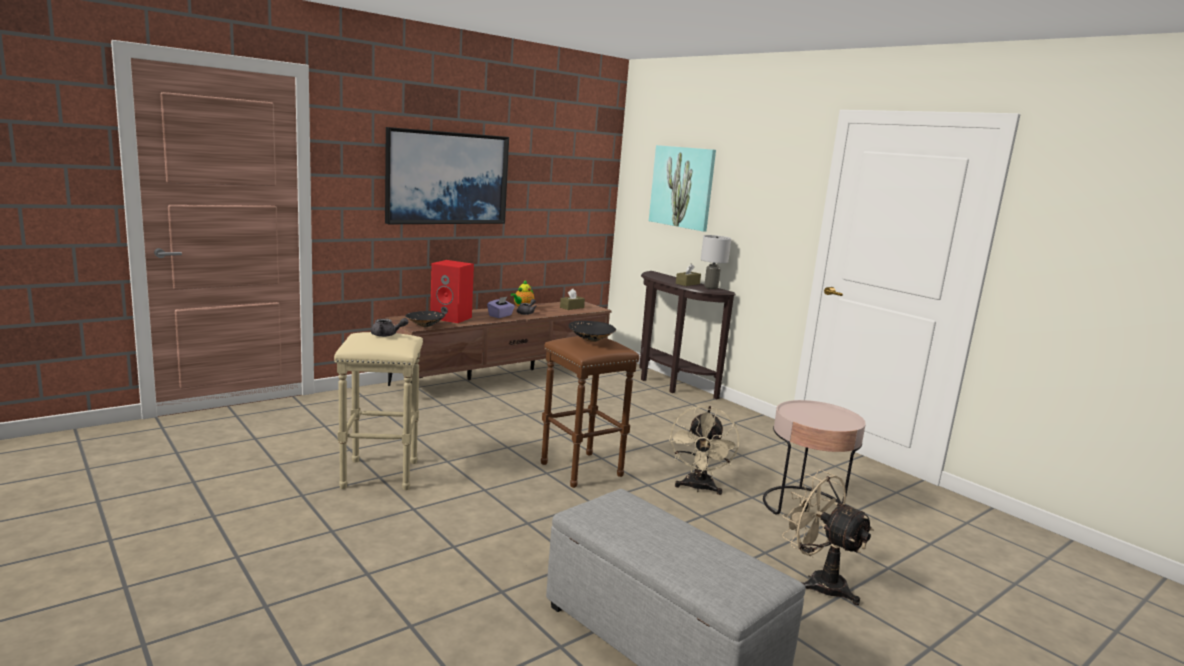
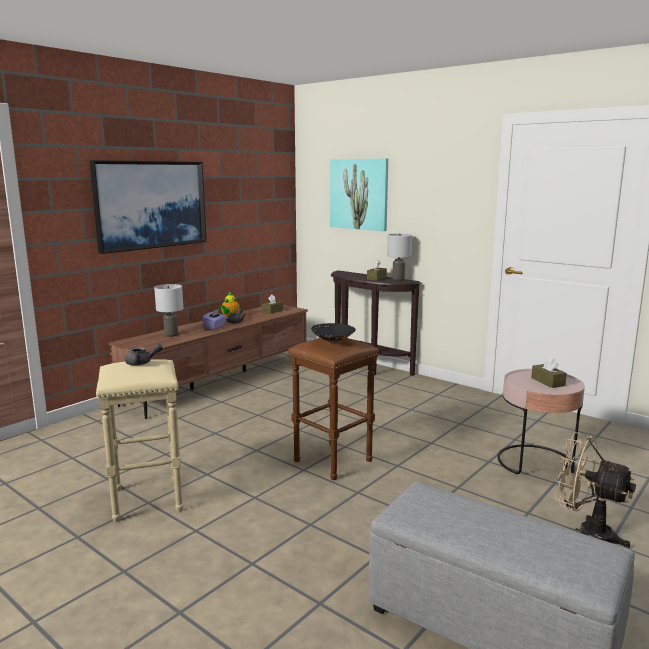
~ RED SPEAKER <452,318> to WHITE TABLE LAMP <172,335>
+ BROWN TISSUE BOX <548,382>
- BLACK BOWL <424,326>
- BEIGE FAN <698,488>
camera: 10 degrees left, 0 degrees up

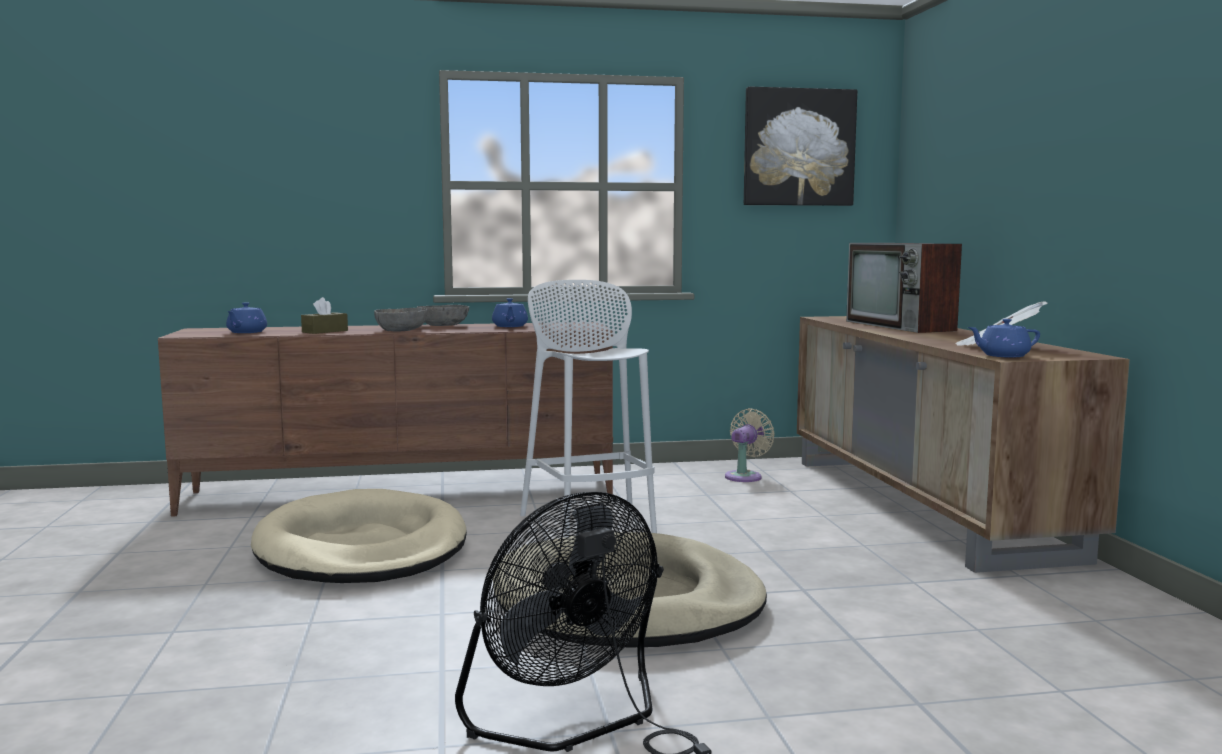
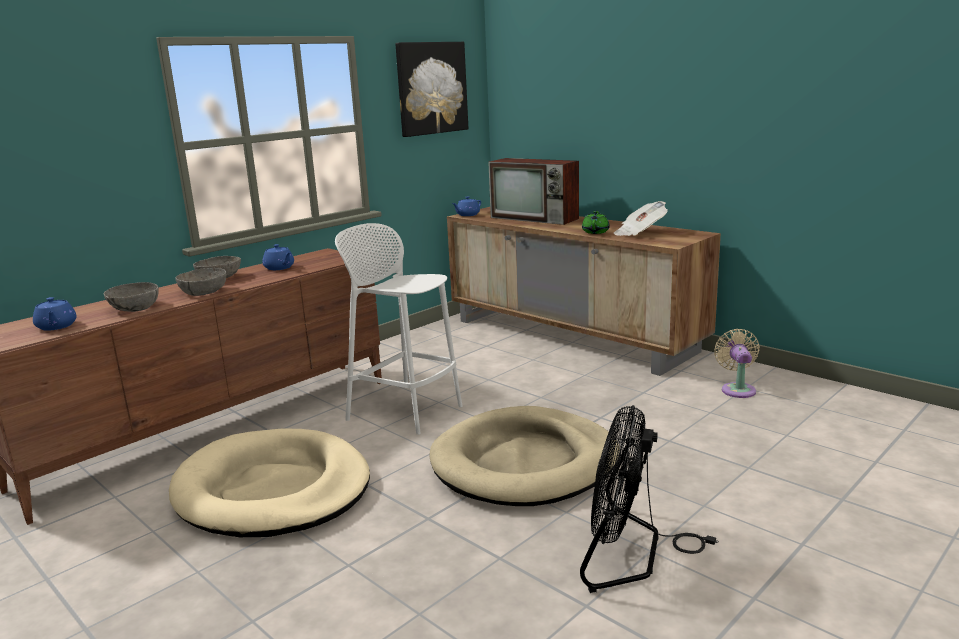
~ BROWN TISSUE BOX <325,331> to GREY BOWL <135,308>
~ BLUE TEAPOT <1003,356> to <467,215>
+ GREEN TEAPOT <595,232>
~ BEIGE FAN <745,476> to <737,389>
camera: 35 degrees left, 10 degrees up

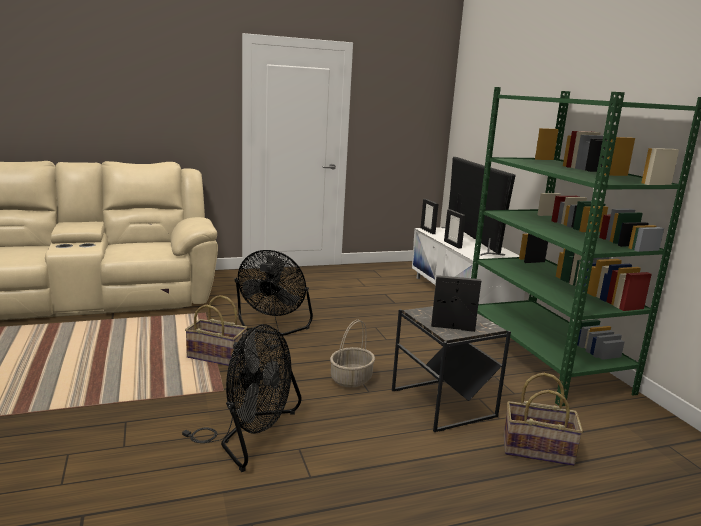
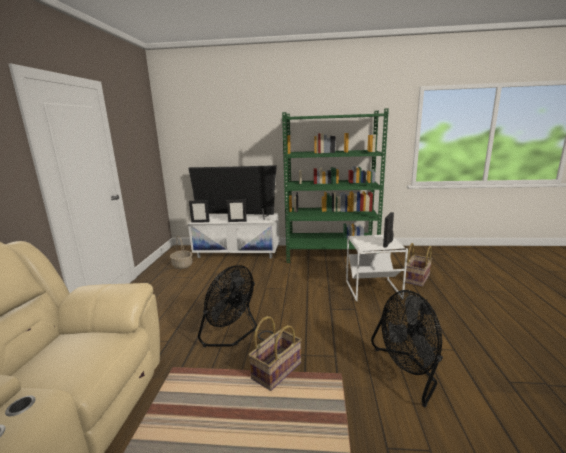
~ BASKET <351,379> to <182,265>
~ BLACK SIDE TABLE <443,404> to WHITE SIDE TABLE <373,290>
~ BLACK FAN <248,436> = <410,369> 150 degrees counterclockwise
camera: 65 degrees left, 0 degrees up

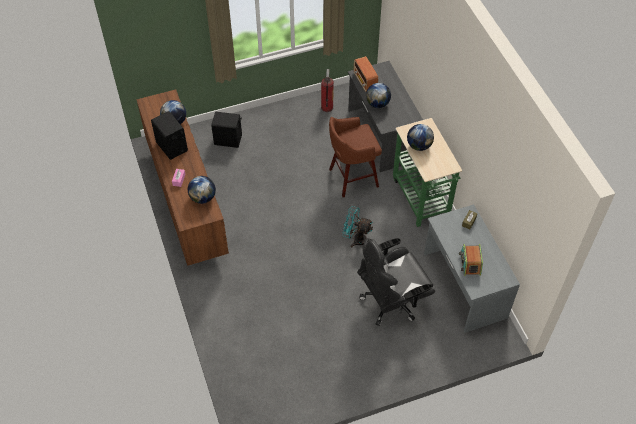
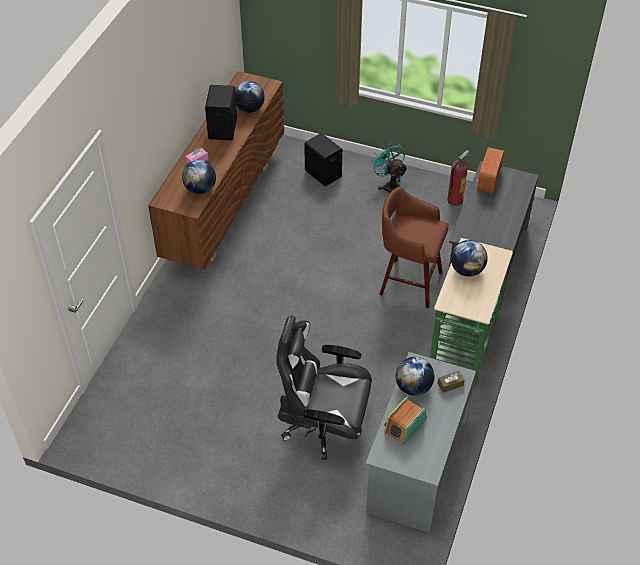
~ TURQUOISE FAN <356,239> to <390,186>
~ GLOBE <377,103> to <413,387>
camera: 40 degrees right, 5 degrees down

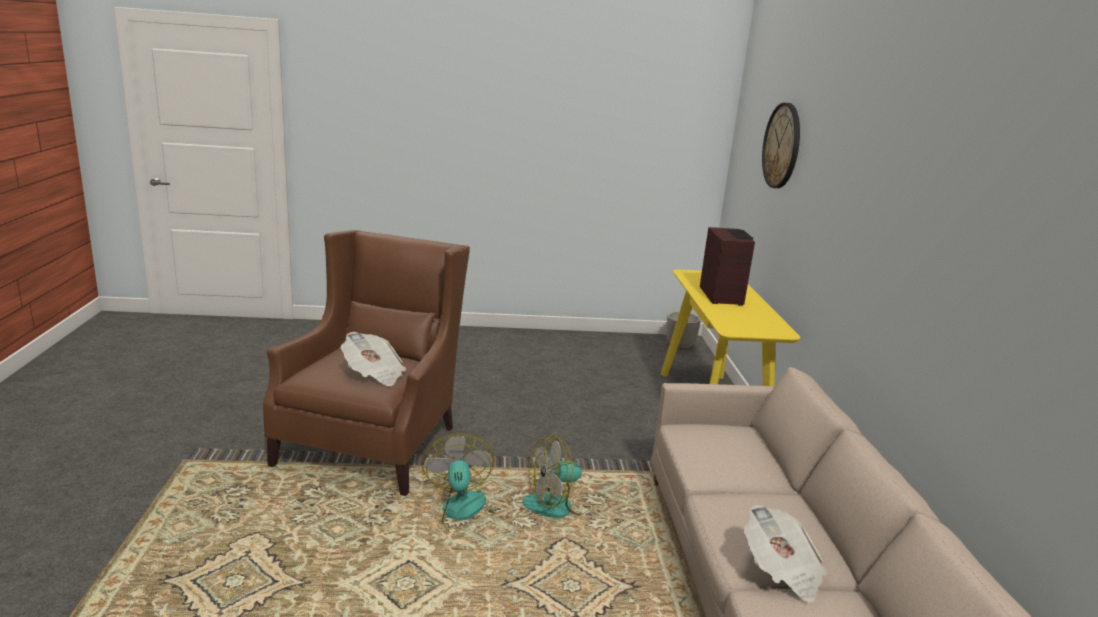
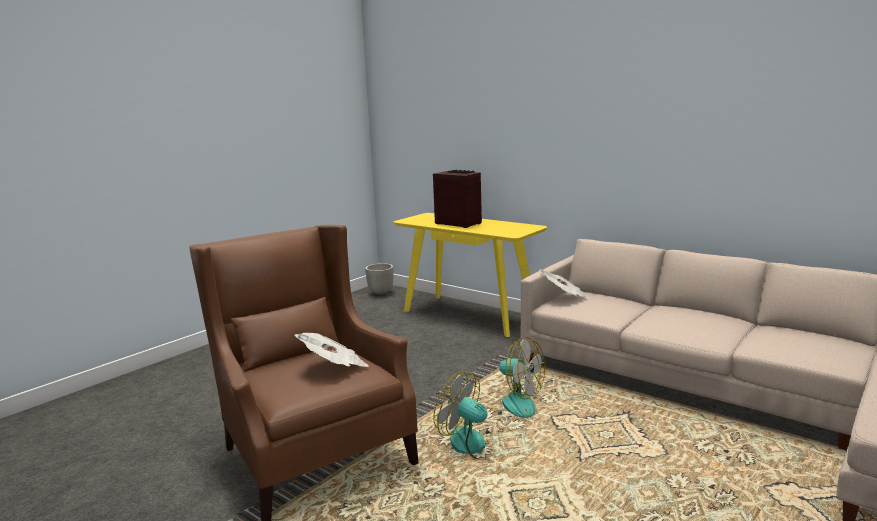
~ FAN <558,505> = <510,405> 75 degrees counterclockwise
~ NEWSPAPER <781,571> to <564,296>
- WALL CLOCK <782,146>
camera: 45 degrees left, 5 degrees down

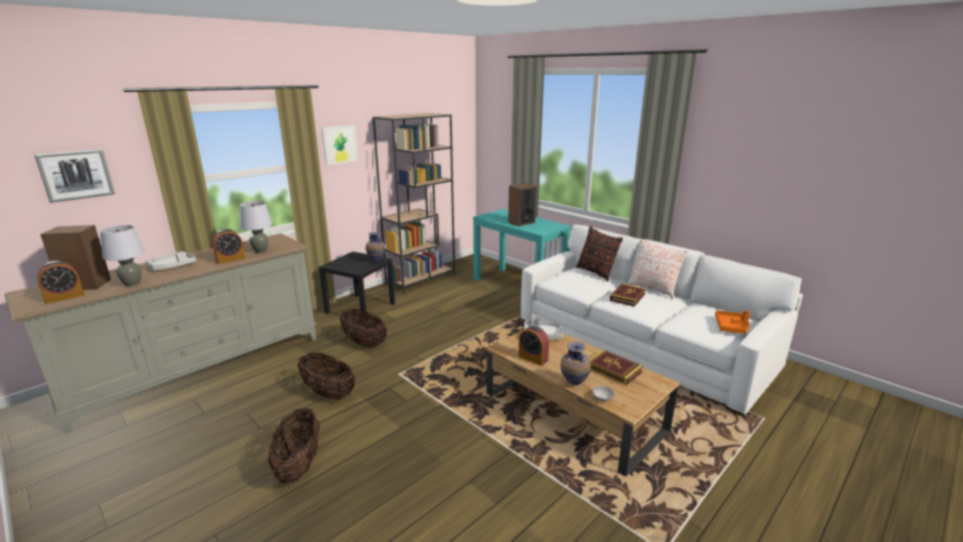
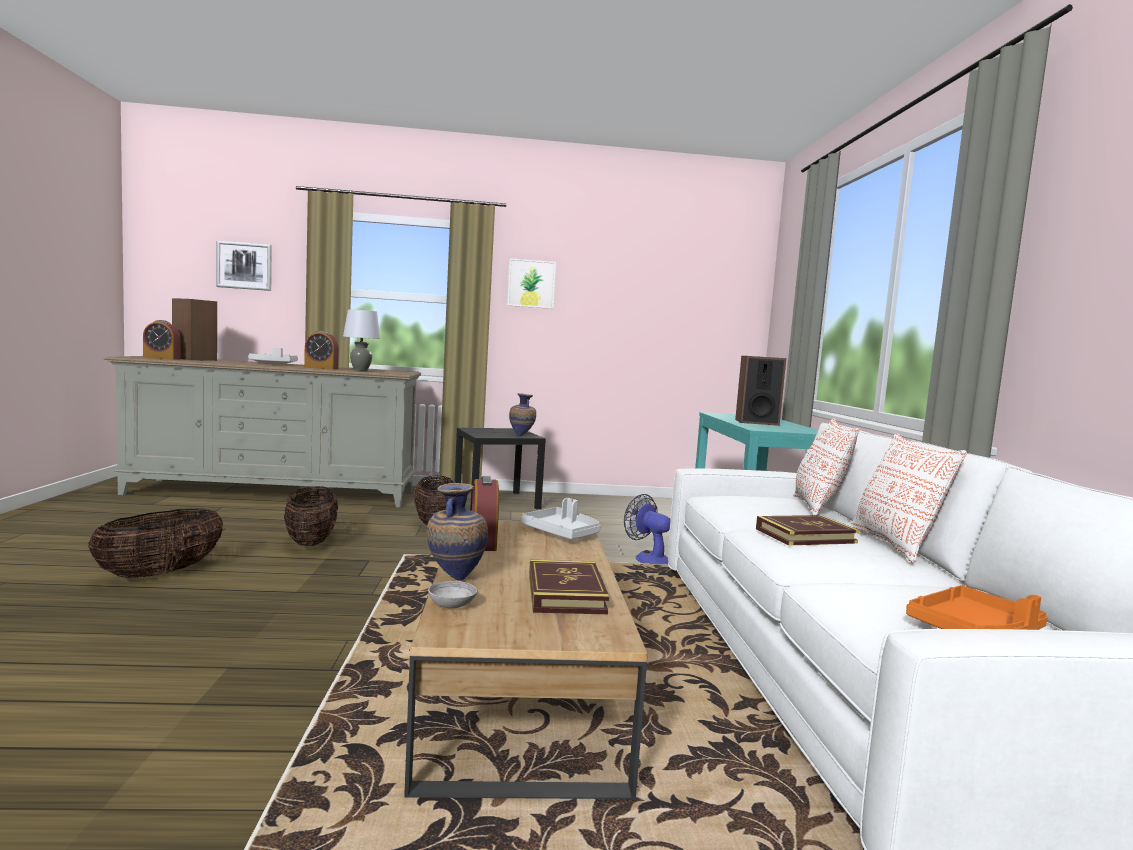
+ FAN <647,557>
~ BLACK PILLOW <596,273> to WHITE PILLOW <817,508>
- GREY TABLE LAMP <132,284>
- BOOKCASE <421,279>
camera: 40 degrees right, 15 degrees down

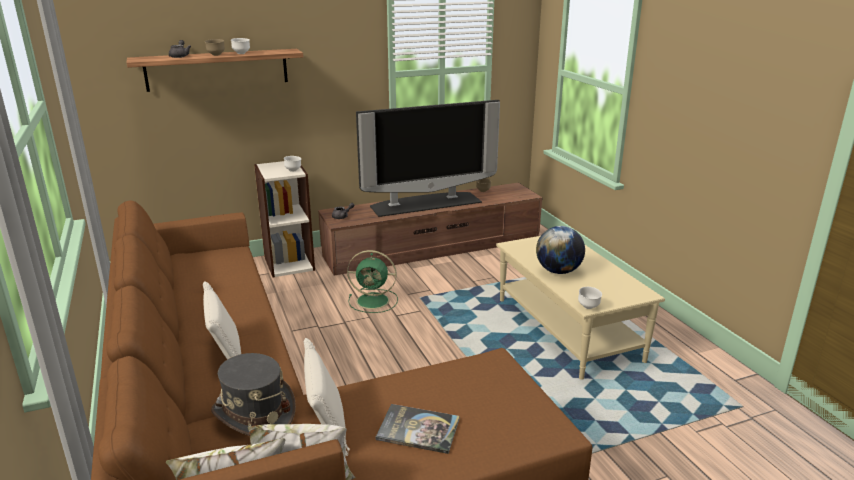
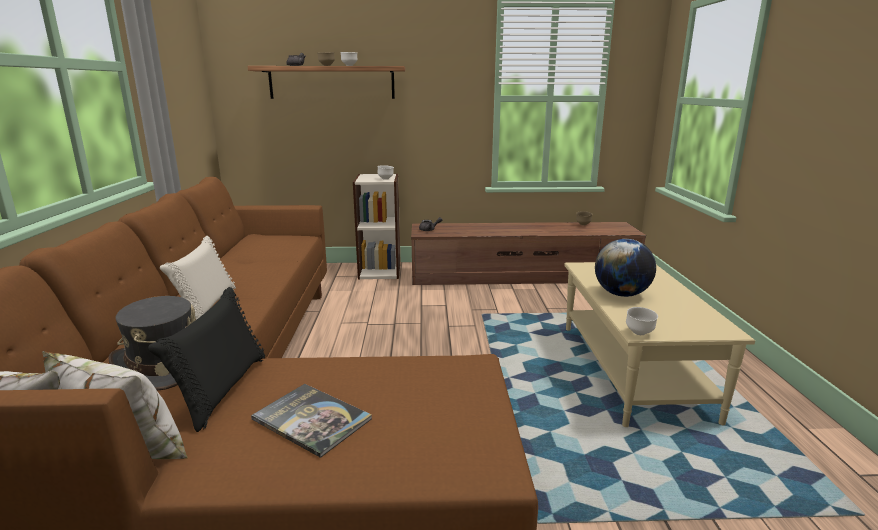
~ WHITE PILLOW <326,423> to BLACK PILLOW <221,389>
- GREEN FAN <374,301>
- TELEVISION <425,203>
camera: 20 degrees right, 5 degrees down

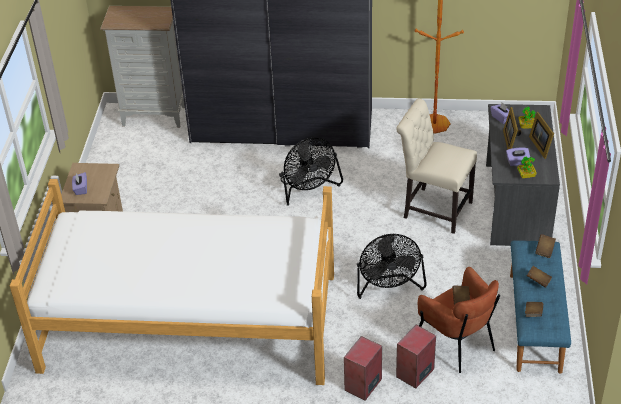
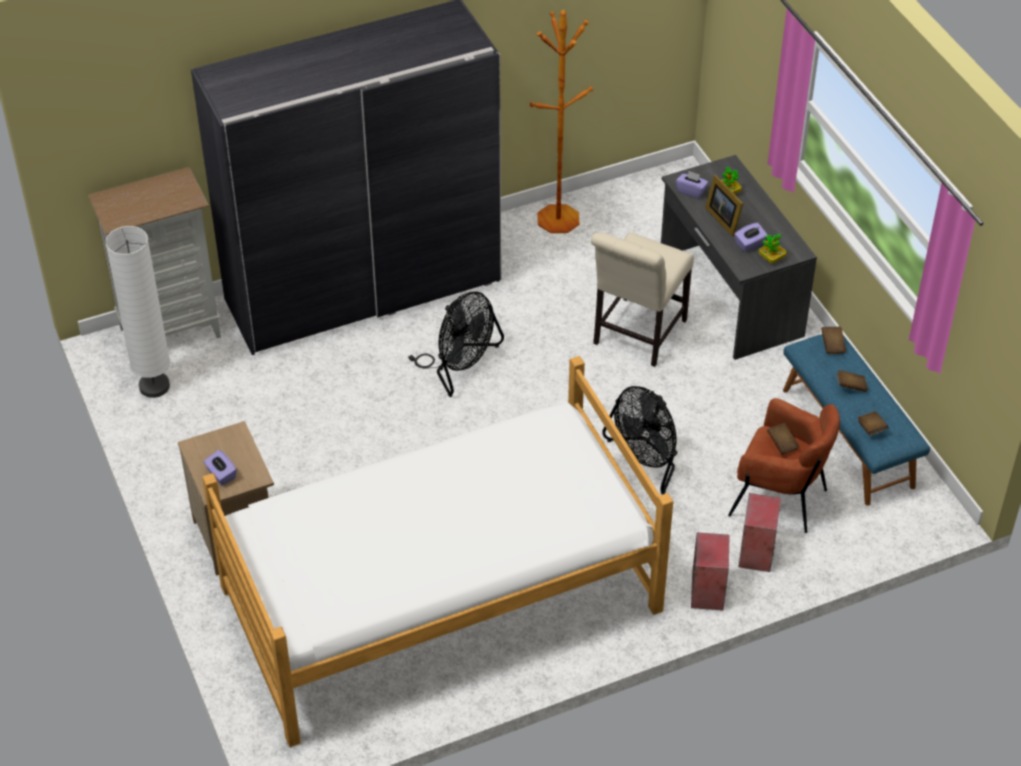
+ WHITE FLOOR LAMP <154,386>
~ BEIGE CHAIR <433,208> = <636,336> 60 degrees counterclockwise
~ BLACK FAN <386,284> = <647,456> 90 degrees clockwise
- PICTURE FRAME <541,146>
camera: 30 degrees left, 5 degrees up

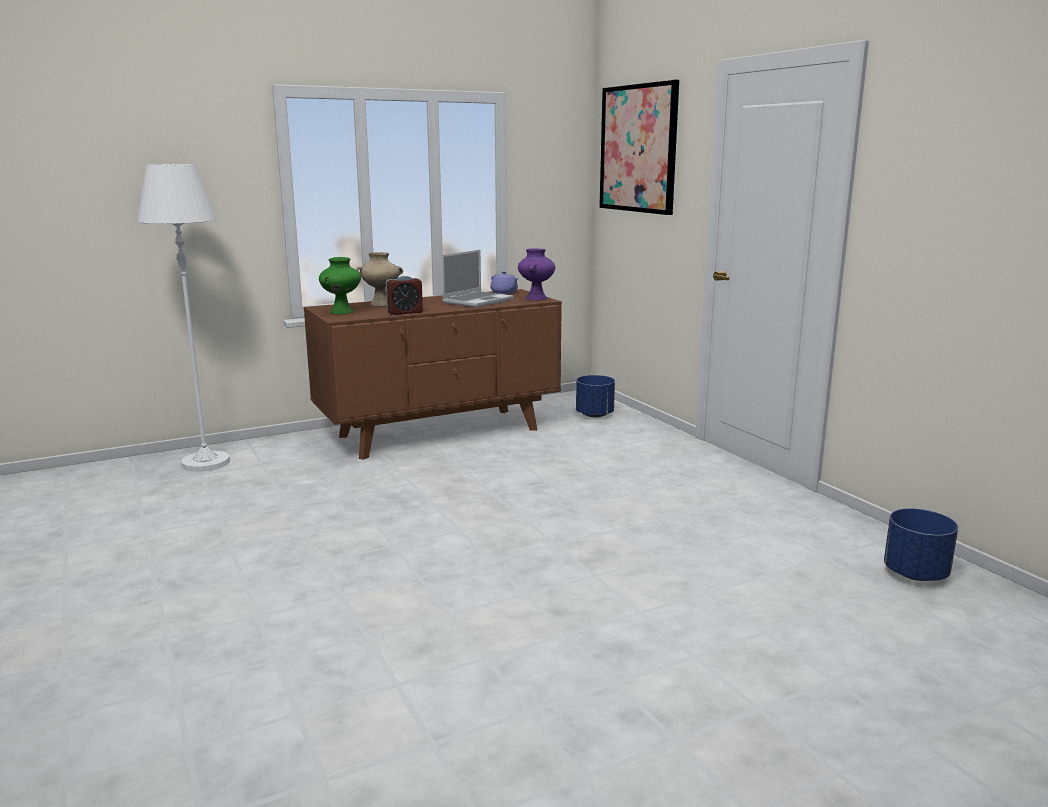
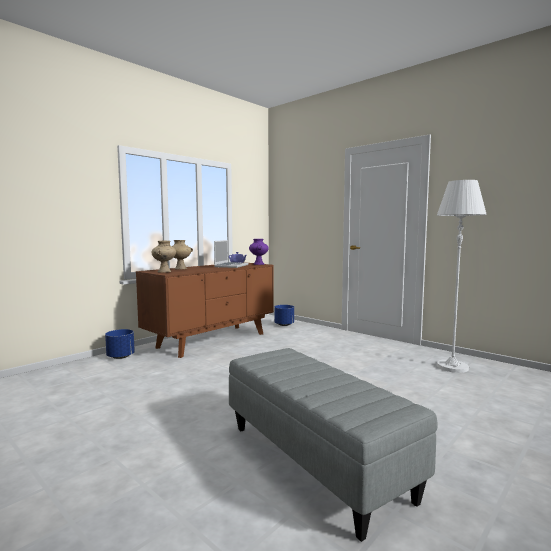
~ BLUE PLANTER <915,574> to <121,356>
~ GREEN VASE <342,312> to BEIGE VASE <164,272>
+ GREY OTTOMAN <316,461>
~ WHITE FLOOR LAMP <206,463> to <452,367>
- ALARM CLOCK <405,312>
- PICTURE <638,148>
camera: 20 degrees left, 10 degrees down

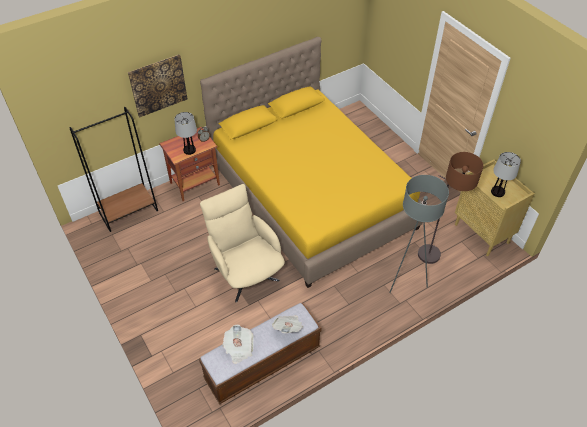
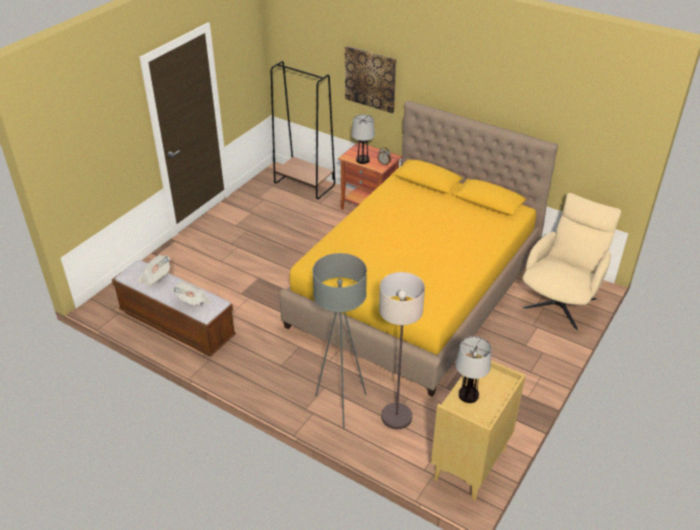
~ BROWN FLOOR LAMP <435,258> to GREY FLOOR LAMP <395,424>
~ BEIGE ARMCHAIR <245,273> to <561,302>
camera: 65 degrees right, 10 degrees down

